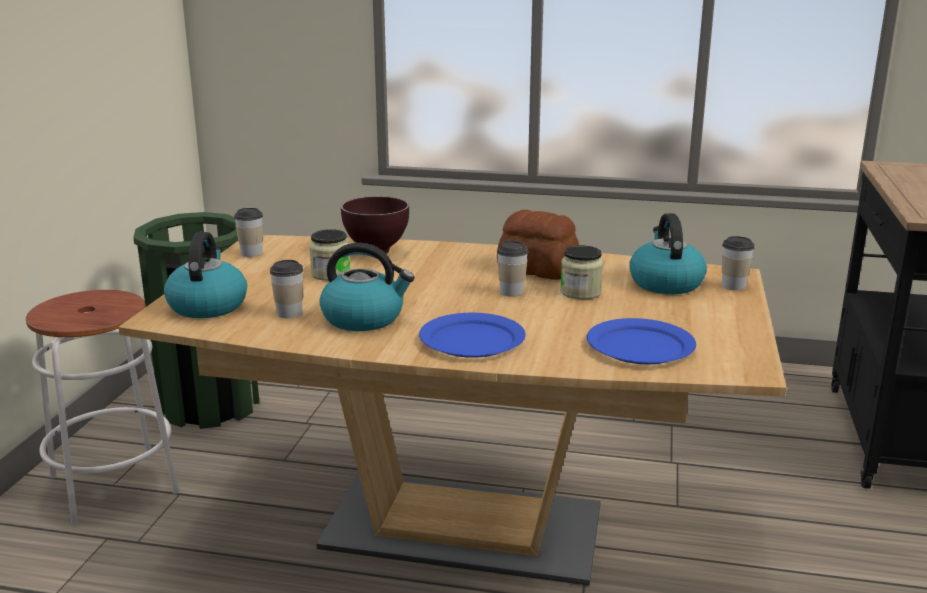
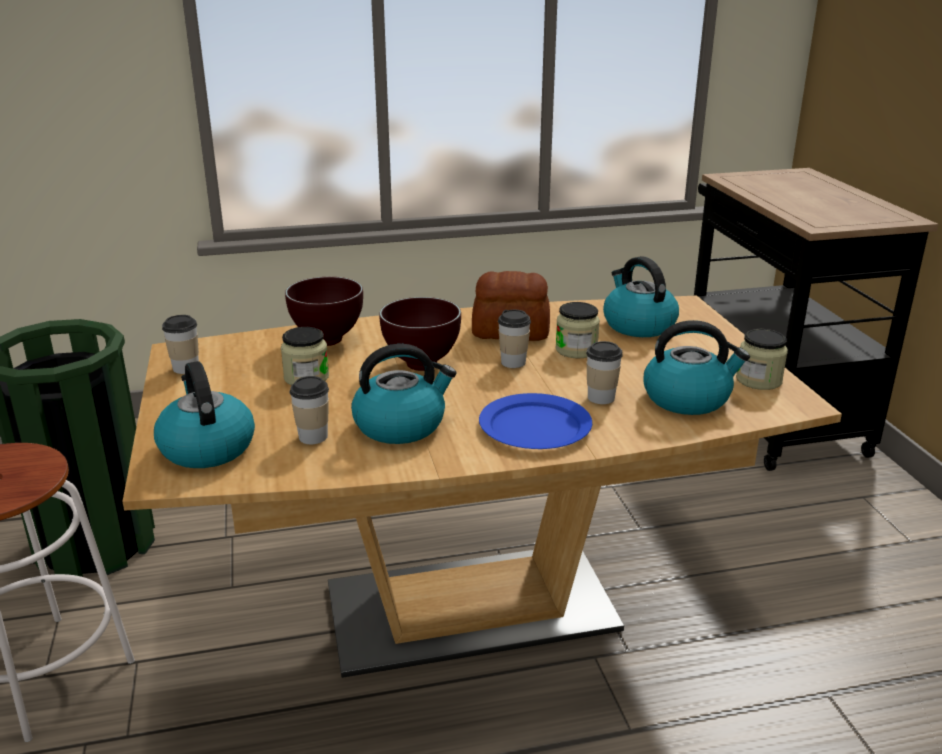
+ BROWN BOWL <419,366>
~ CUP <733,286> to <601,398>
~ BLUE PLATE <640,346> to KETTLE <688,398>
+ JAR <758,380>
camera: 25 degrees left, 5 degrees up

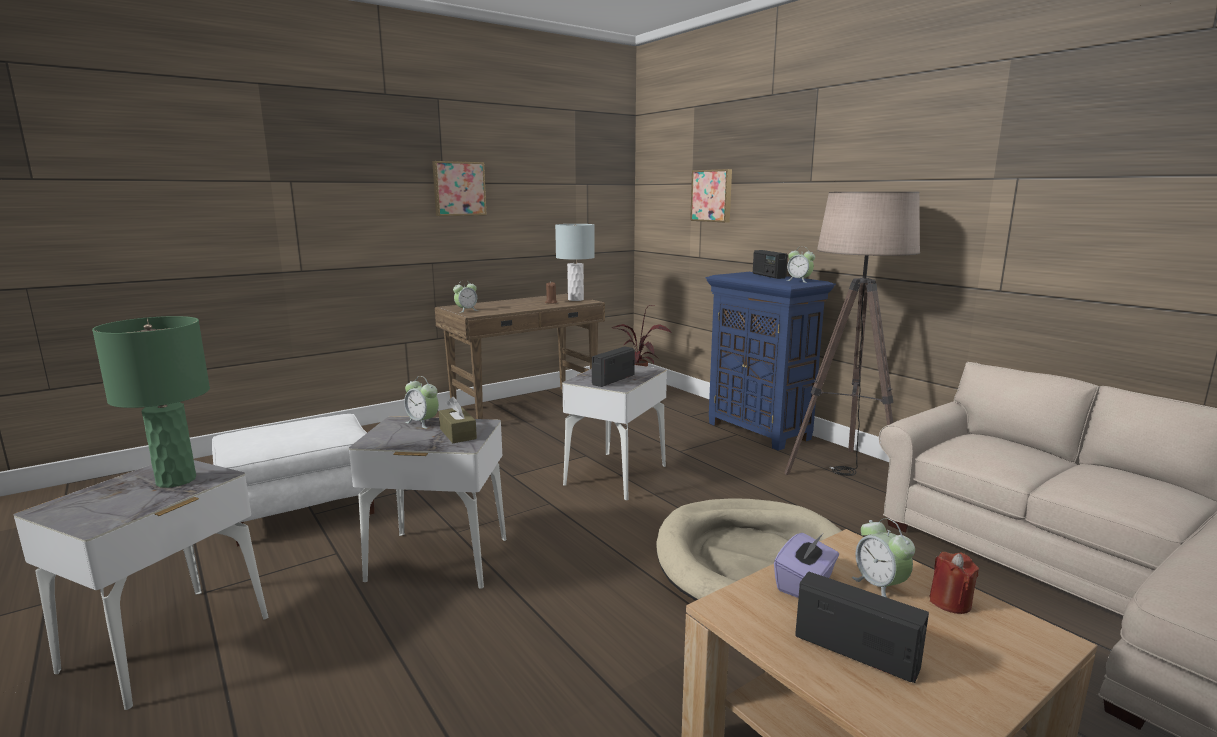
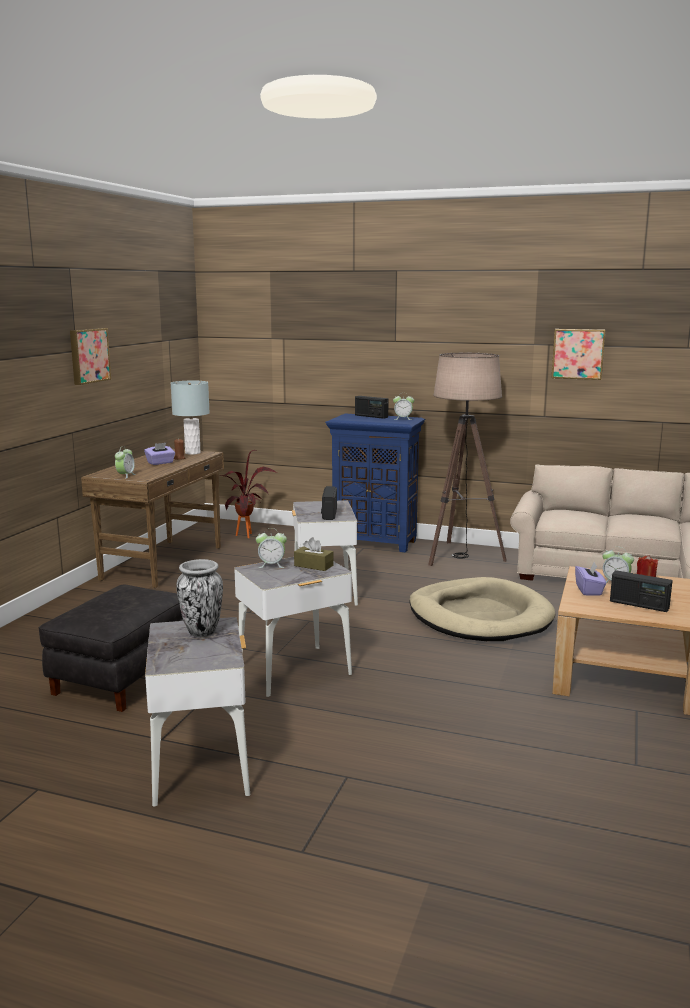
~ WHITE OTTOMAN <302,510> to BLACK OTTOMAN <122,677>
+ PURPLE TISSUE BOX <160,463>
~ GREEN TABLE LAMP <176,480> to VASE <201,632>
~ PICTURE <712,195> to <578,354>
~ RADIO <855,651> = <639,605> 150 degrees counterclockwise
camera: 35 degrees left, 0 degrees up

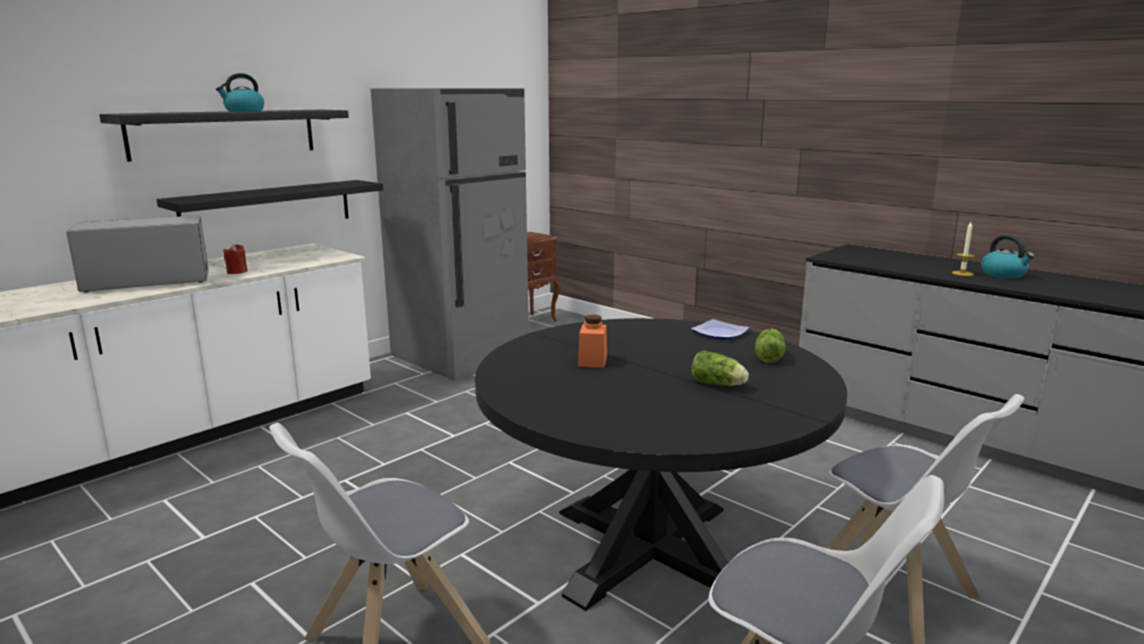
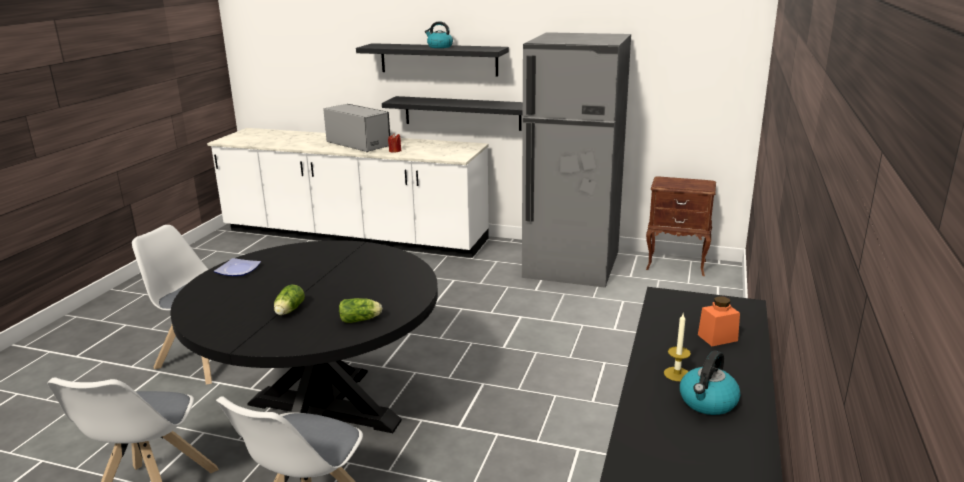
~ PLATE <718,333> to <238,270>
~ ORANGE JAR <592,361> to <717,338>
camera: 65 degrees right, 5 degrees up

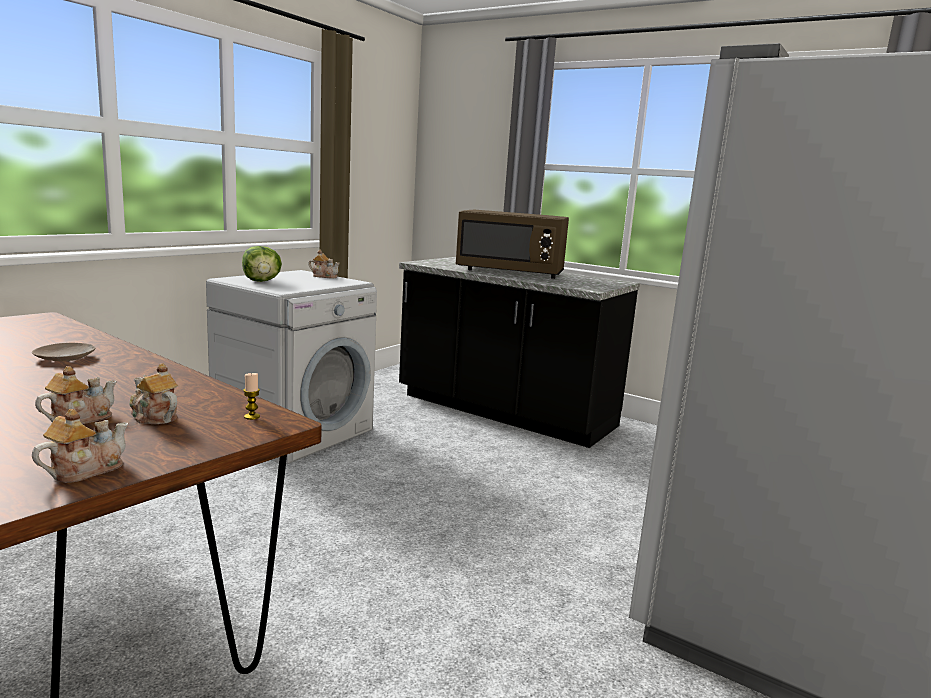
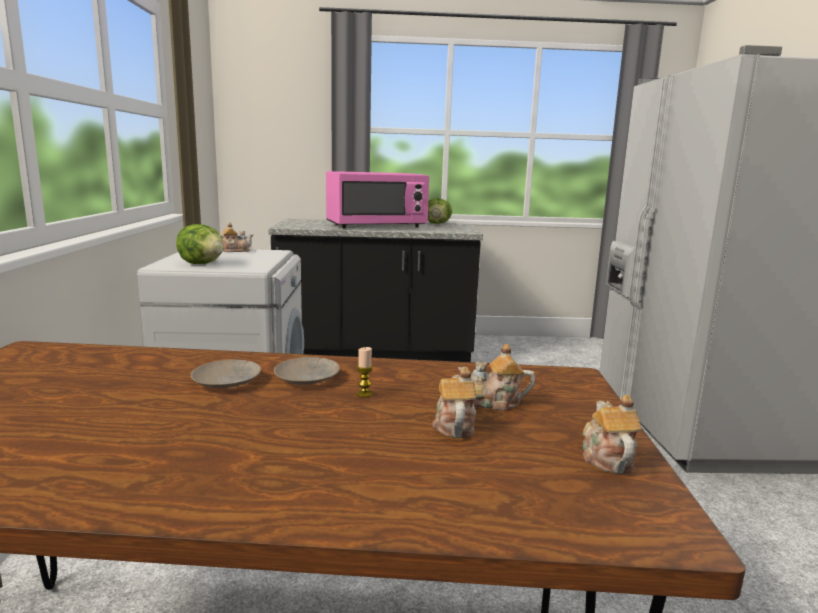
+ BEIGE PLATE <308,378>
~ BROWN MICROWAVE <511,272> to PINK MICROWAVE <376,226>
~ CANDLE <252,416> to <364,394>
+ LETTUCE <437,223>
camera: 35 degrees left, 0 degrees up

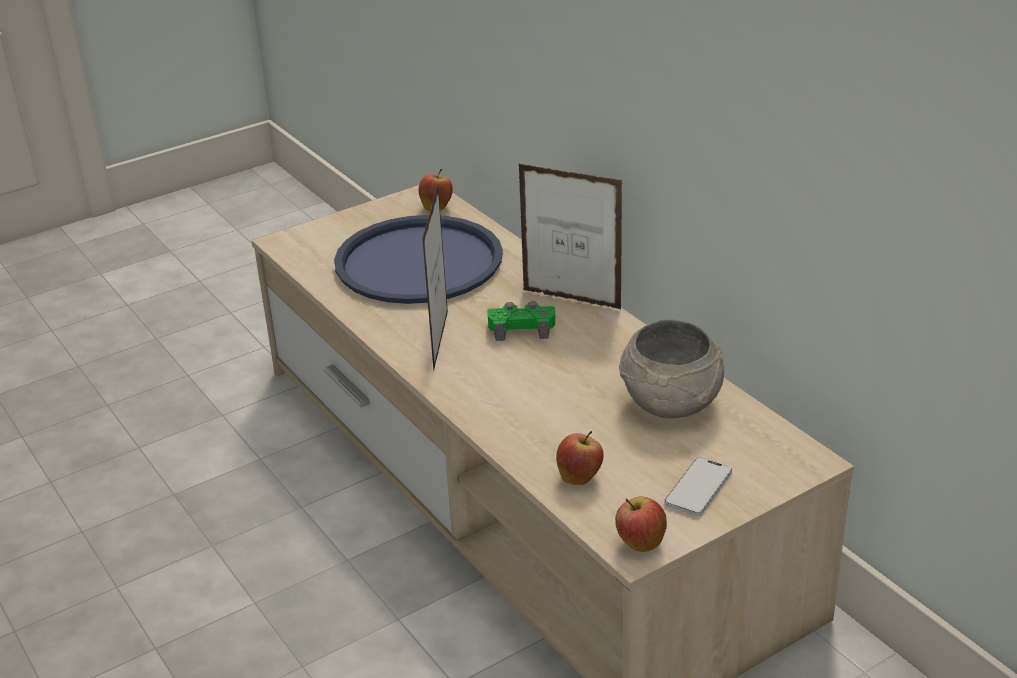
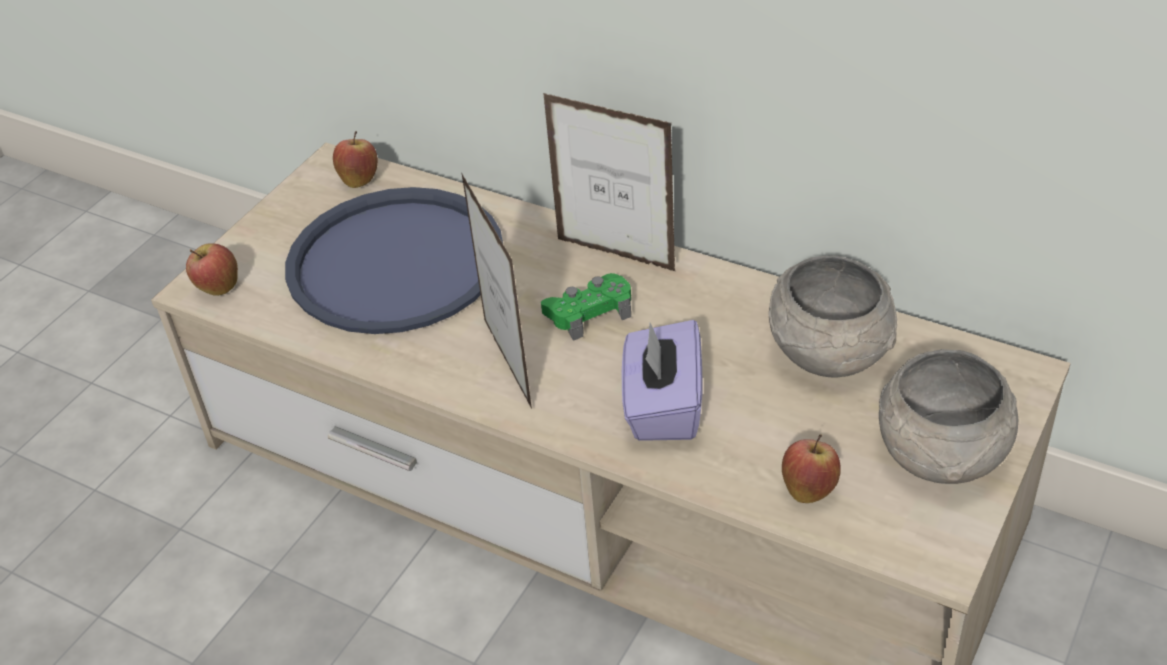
~ APPLE <640,543> to <218,288>
~ PICTURE FRAME <571,299> = <615,255> 150 degrees counterclockwise
+ PURPLE TISSUE BOX <663,407>
~ PHONE <698,488> to GREY BOWL <943,453>
camera: 25 degrees left, 10 degrees up

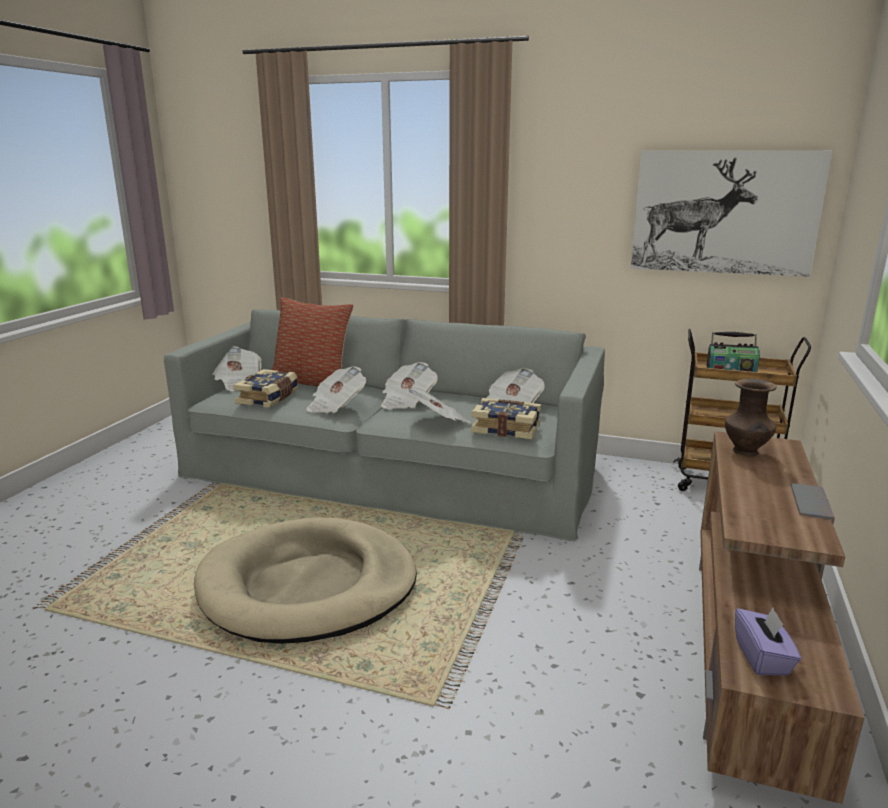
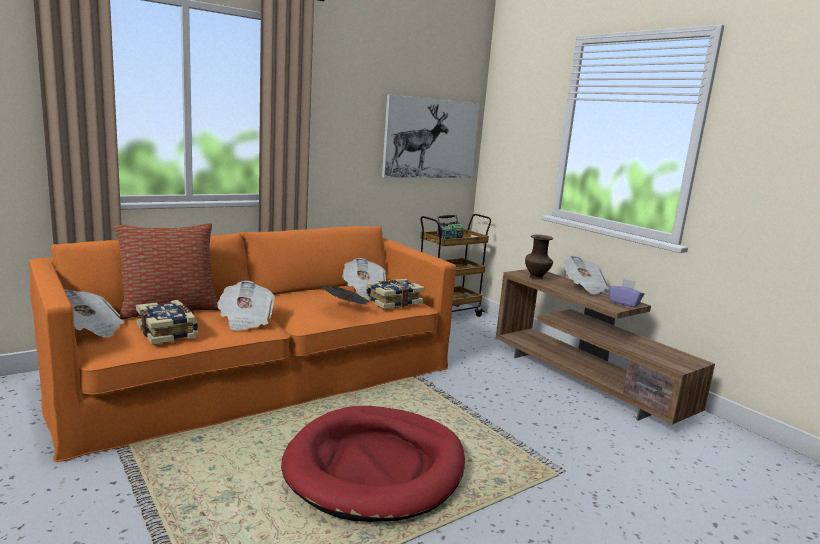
~ GREY SOFA <390,471> to ORANGE SOFA <260,375>
~ BEIGE DOG BED <308,586> to RED DOG BED <376,467>
~ NEWSPAPER <407,401> to <584,287>
~ PURPLE TISSUE BOX <762,658> to <624,303>
camera: 55 degrees left, 5 degrees down

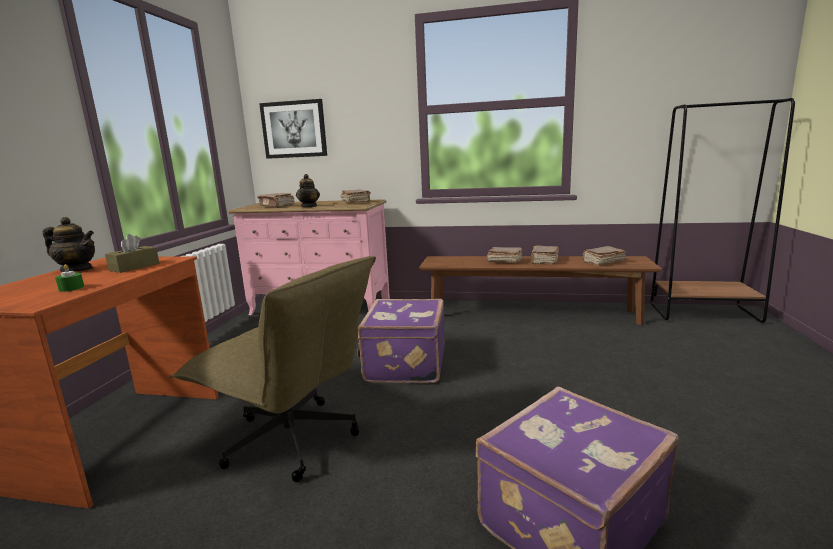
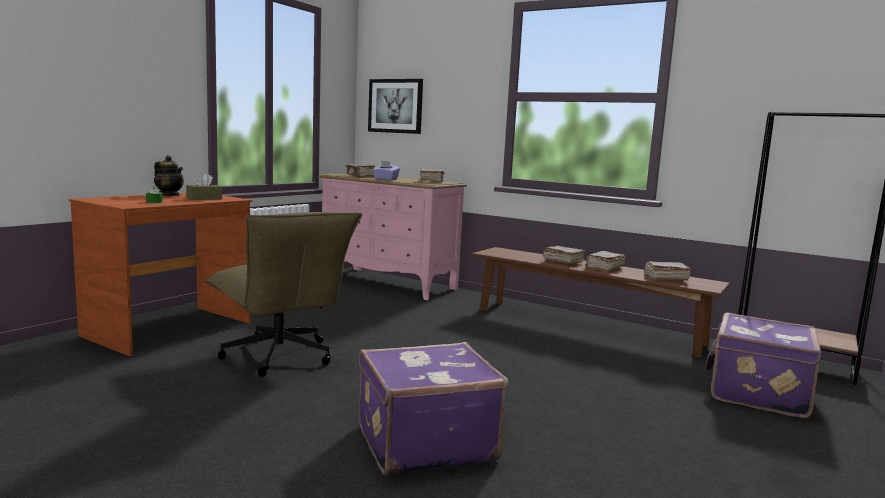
~ TEAPOT <309,206> to PURPLE TISSUE BOX <385,179>
~ PURPLE SUITCASE <404,364> to <756,393>
camera: 20 degrees right, 5 degrees down

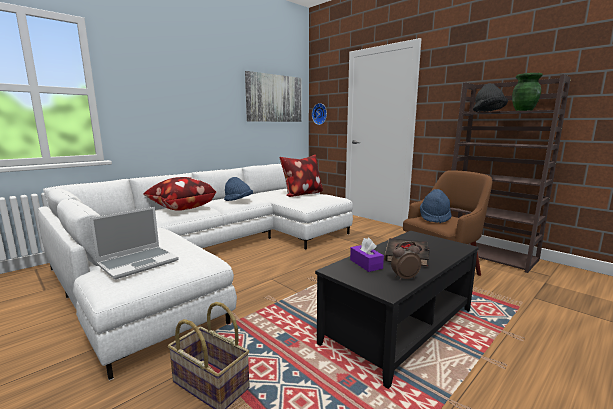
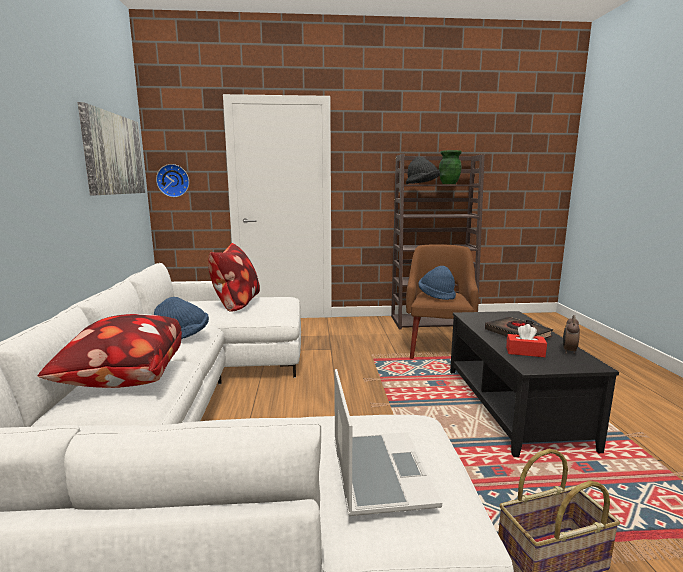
~ PURPLE TISSUE BOX <366,264> to RED TISSUE BOX <525,352>
camera: 50 degrees left, 0 degrees up

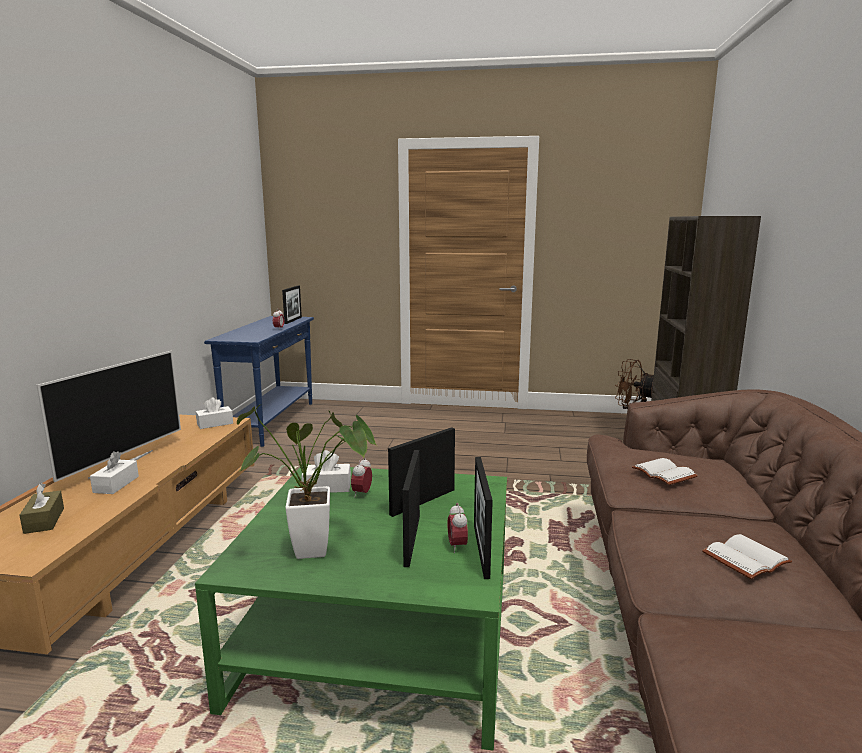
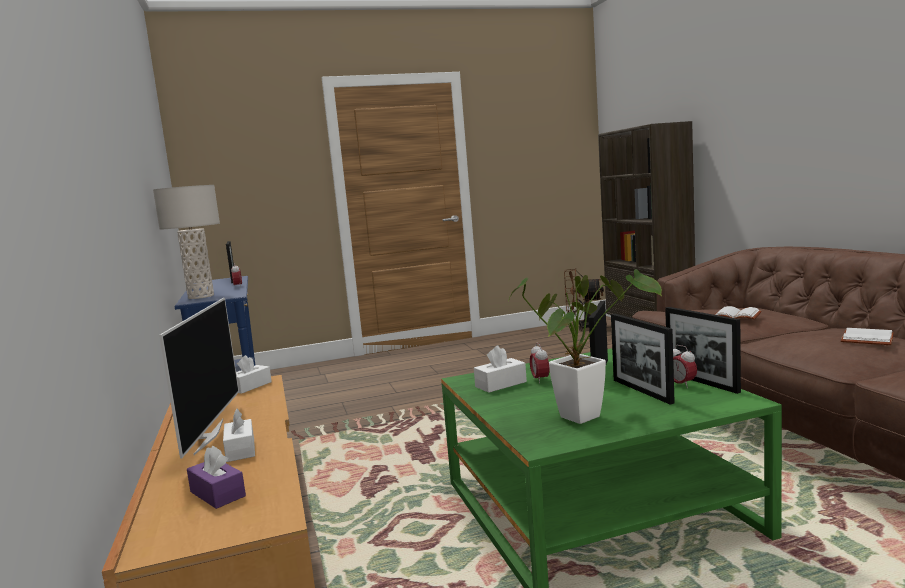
+ WHITE TABLE LAMP <201,296>
~ BROWN TISSUE BOX <44,520> to PURPLE TISSUE BOX <217,494>
camera: 25 degrees left, 5 degrees down

